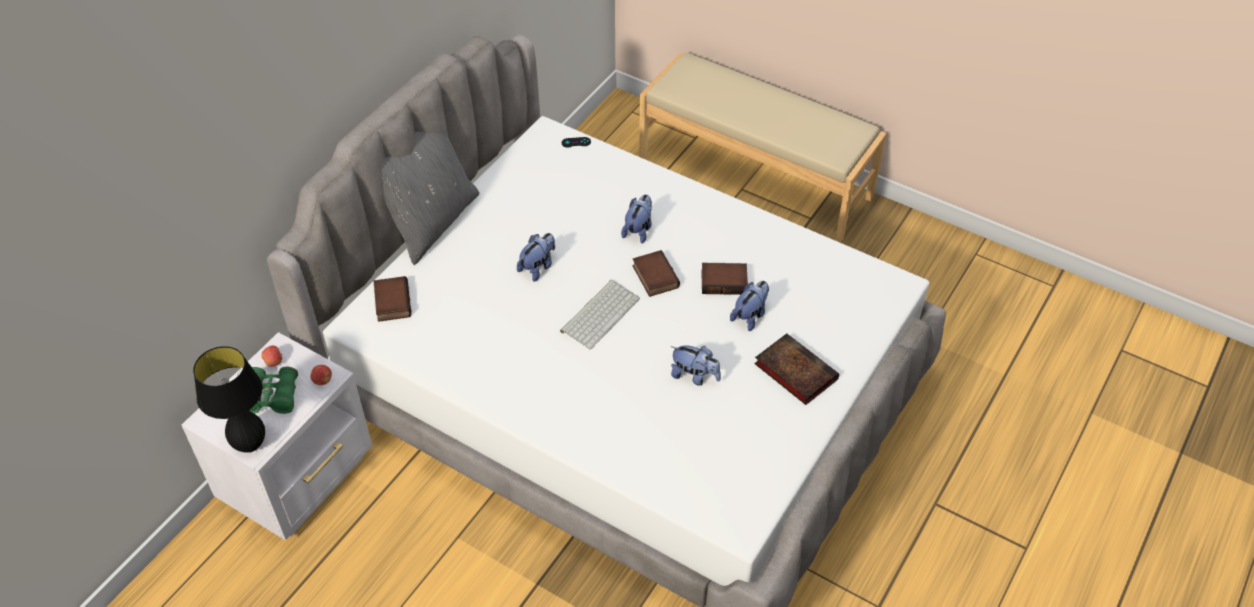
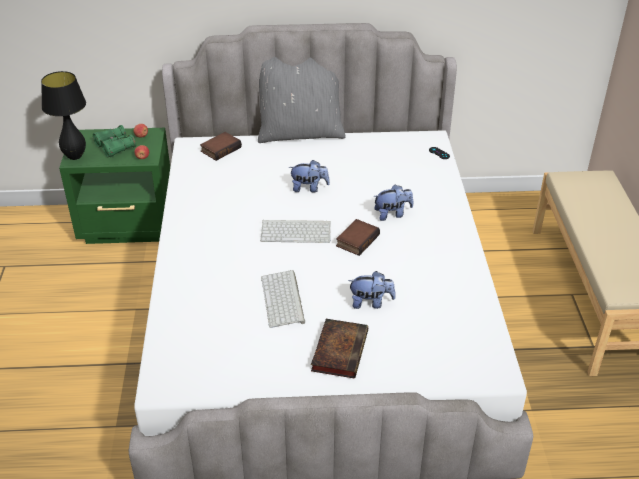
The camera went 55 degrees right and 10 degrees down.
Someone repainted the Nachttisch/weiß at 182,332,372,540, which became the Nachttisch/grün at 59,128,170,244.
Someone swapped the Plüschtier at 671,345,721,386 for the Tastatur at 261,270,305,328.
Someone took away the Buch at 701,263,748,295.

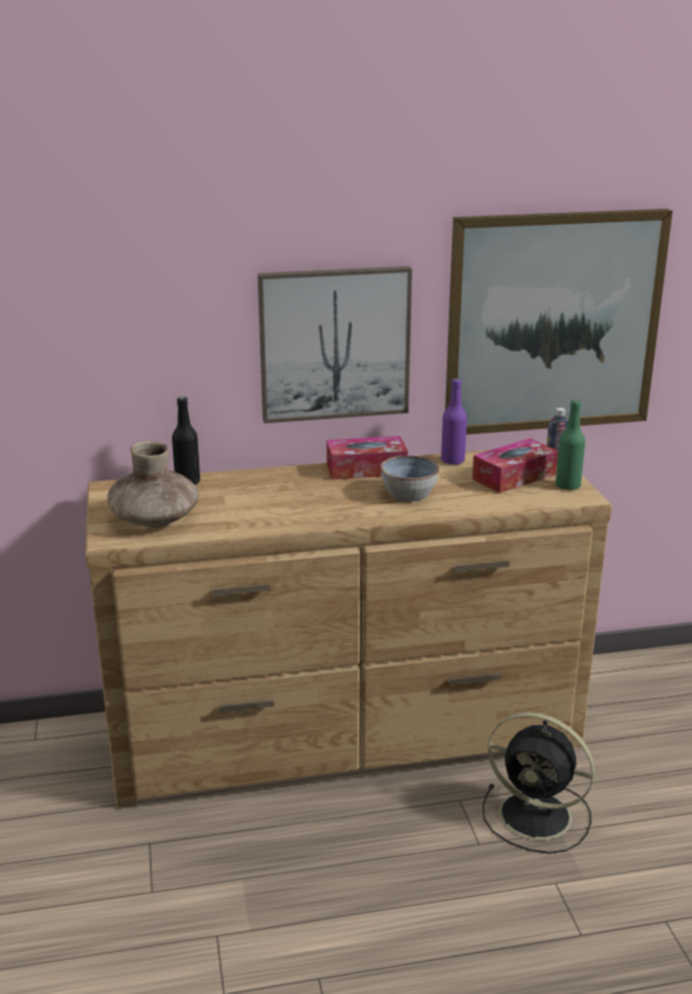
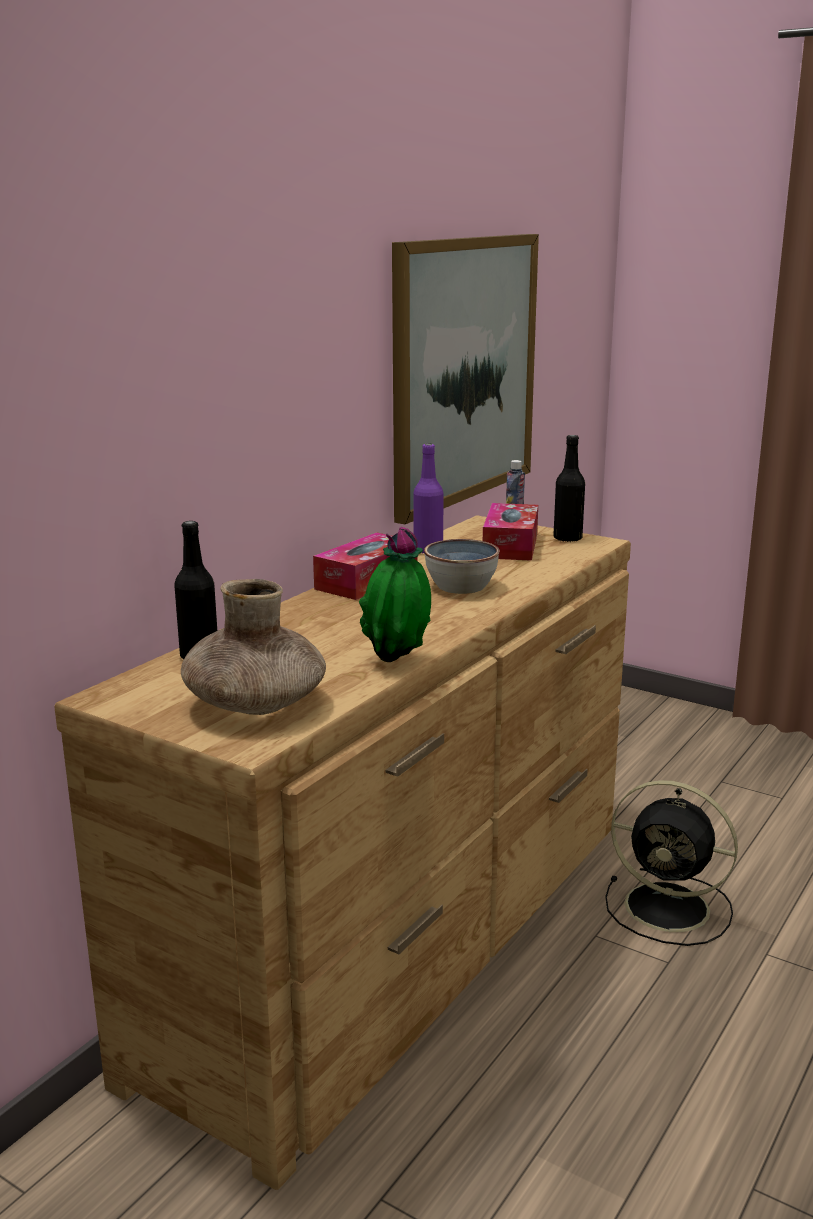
The camera went 45 degrees left and 5 degrees down.
Someone took away the Bild at 258,266,412,423.
Someone rotated the Ventilator/schwarz at 483,712,595,854 by 45 degrees clockwise.
Someone repainted the Flasche/grün at 556,400,585,491, which became the Flasche/schwarz at 553,435,585,542.
Someone put down the Topfpflanze at 359,527,431,662.

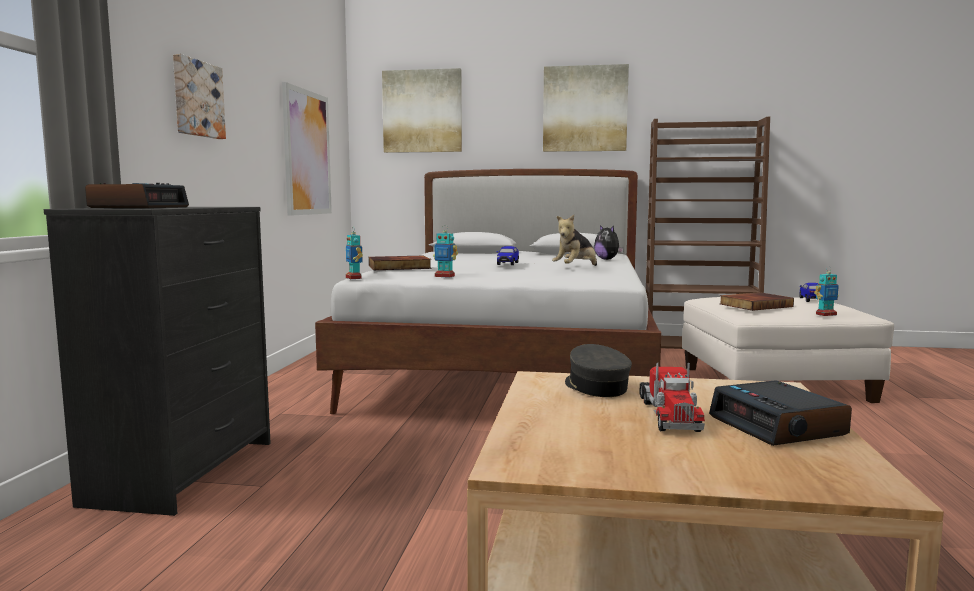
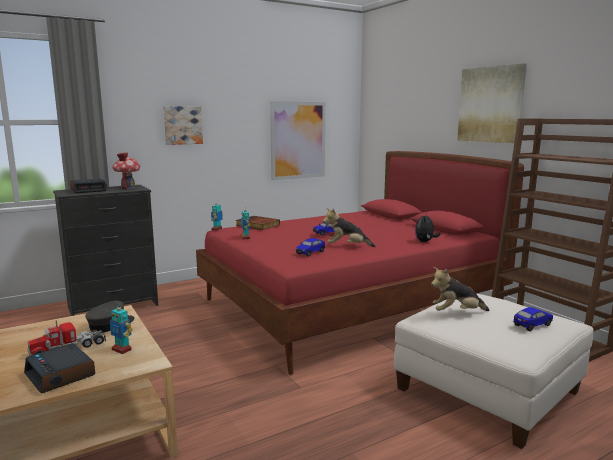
The camera went 50 degrees right and 5 degrees up.
Someone repainted the Bett/weiß at 315,169,661,414, which became the Bett/rot at 196,151,524,375.
Someone took away the Bild at 382,68,462,153.
Someone rotated the Wecker at 709,380,852,446 by 75 degrees counterclockwise.
Someone swapped the Buch at 719,292,794,311 for the Plüschtier at 431,267,490,311.
Someone carried the Spielzeugroboter from 814,267,839,316 to 110,306,133,354.
Someone put down the Spielzeughaus at 112,153,140,189.
Someone put down the Spielzeugauto at 296,238,325,257.

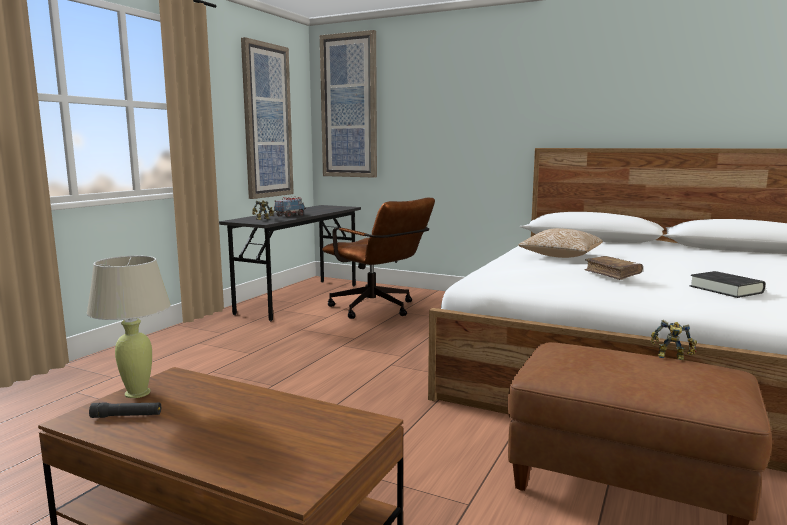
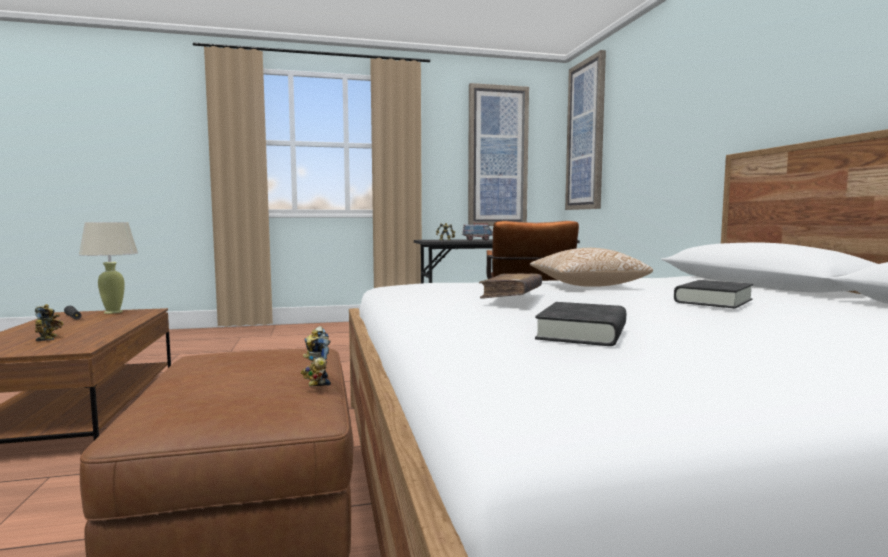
The camera went 50 degrees right and 5 degrees down.
Someone put down the Spielzeugroboter at 35,304,63,341.
Someone put down the Buch/schwarz at 674,280,753,309.

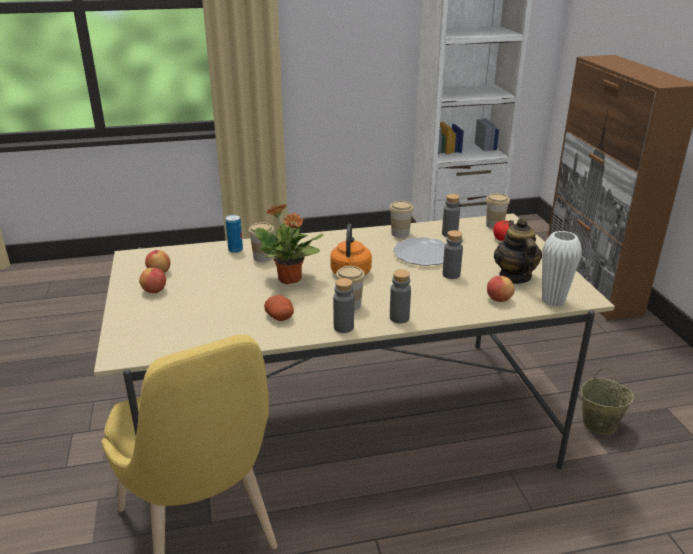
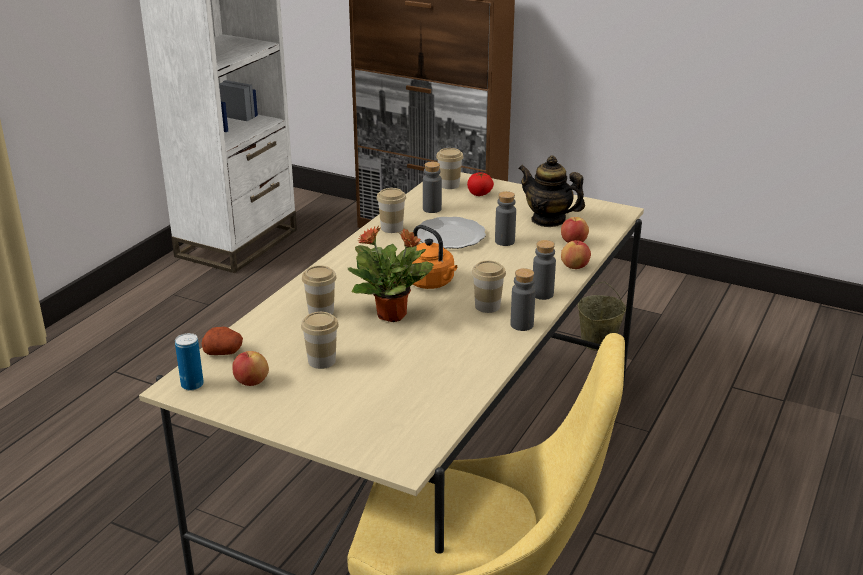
The camera went 50 degrees left and 0 degrees up.
Someone carried the Apfel from 139,268,166,293 to 561,240,591,269.
Someone carried the Dose from 225,215,243,253 to 175,333,204,391.
Someone carried the Kartoffel from 264,295,294,321 to 201,327,243,355.
Someone took away the Vase/weiß at 542,231,582,307.
Someone put down the Tasse at 301,312,339,369.

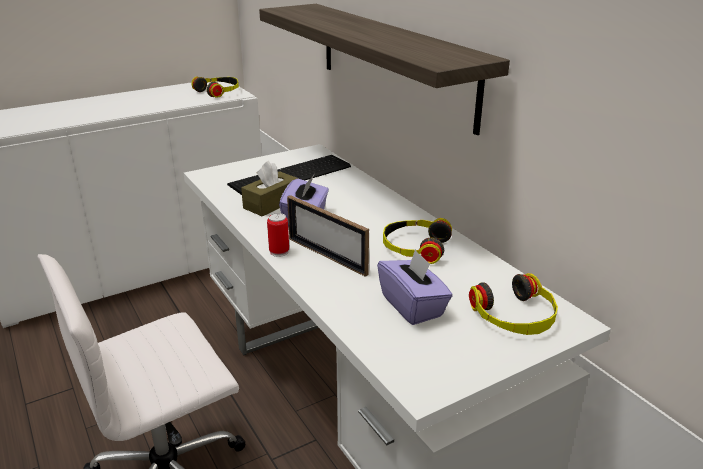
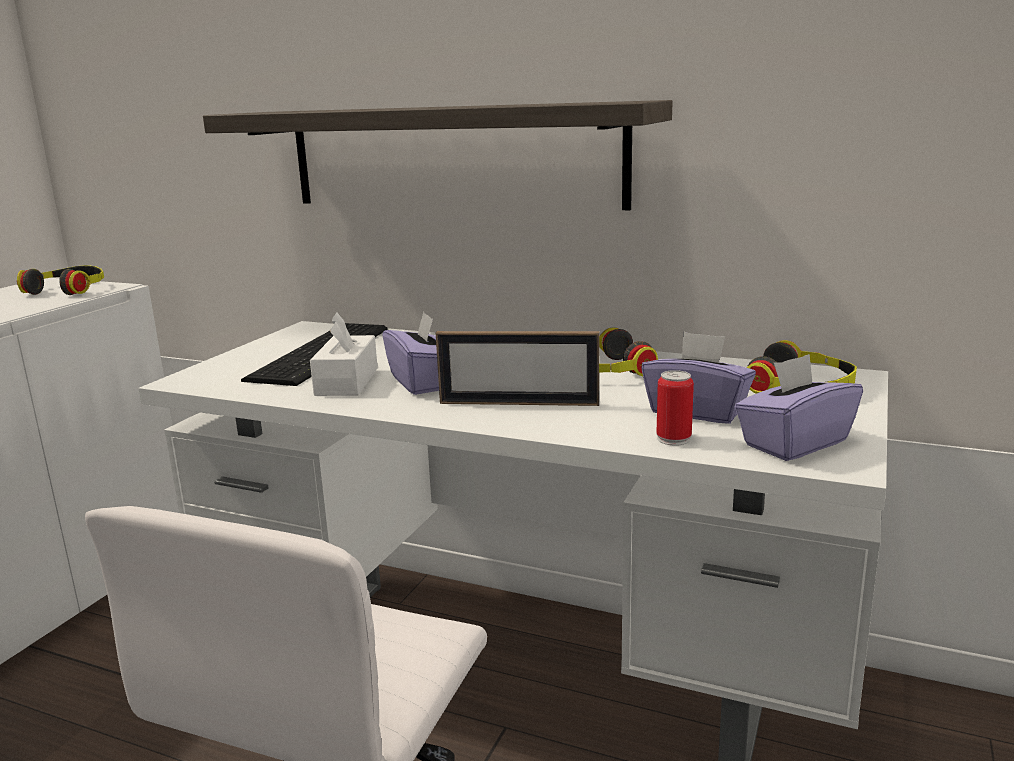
The camera went 35 degrees left and 10 degrees down.
Someone repainted the Taschentuchbox/braun at 241,161,299,216, which became the Taschentuchbox/weiß at 310,312,378,396.
Someone carried the Dose from 267,213,289,257 to 656,370,694,446.
Someone put down the Taschentuchbox/lila at 735,354,863,461.

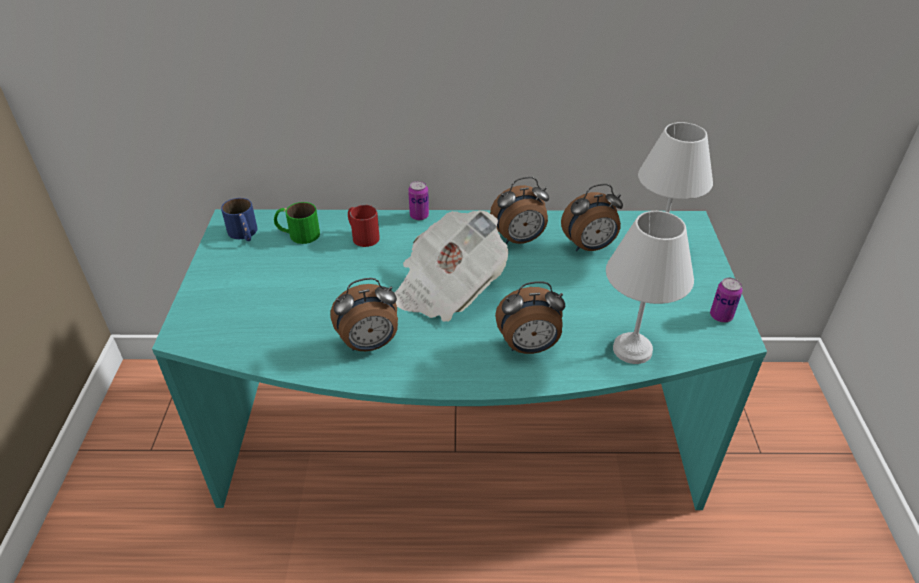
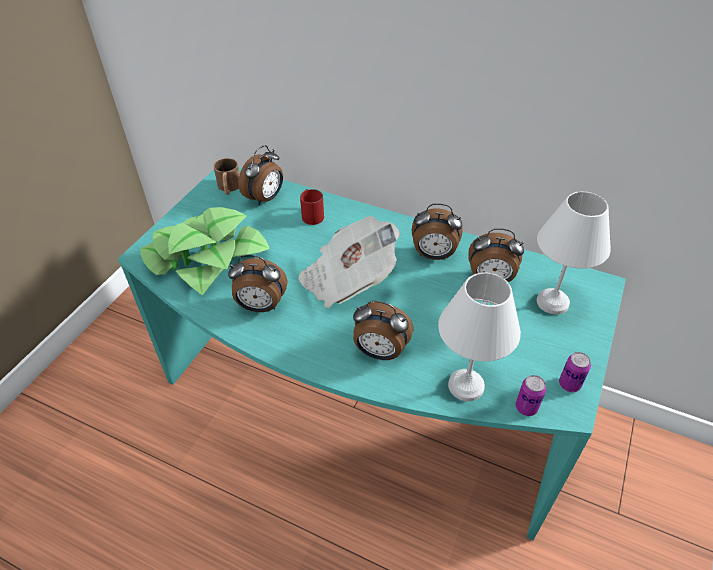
The camera went 25 degrees right and 5 degrees up.
Someone repainted the Henkelbecher/blau at 221,198,257,241, which became the Henkelbecher/braun at 213,158,240,195.
Someone swapped the Henkelbecher/grün at 274,202,320,244 for the Wecker at 238,145,283,205.
Someone carried the Dose from 408,181,429,220 to 516,375,546,416.
Someone put down the Topfpflanze at 141,207,270,295.

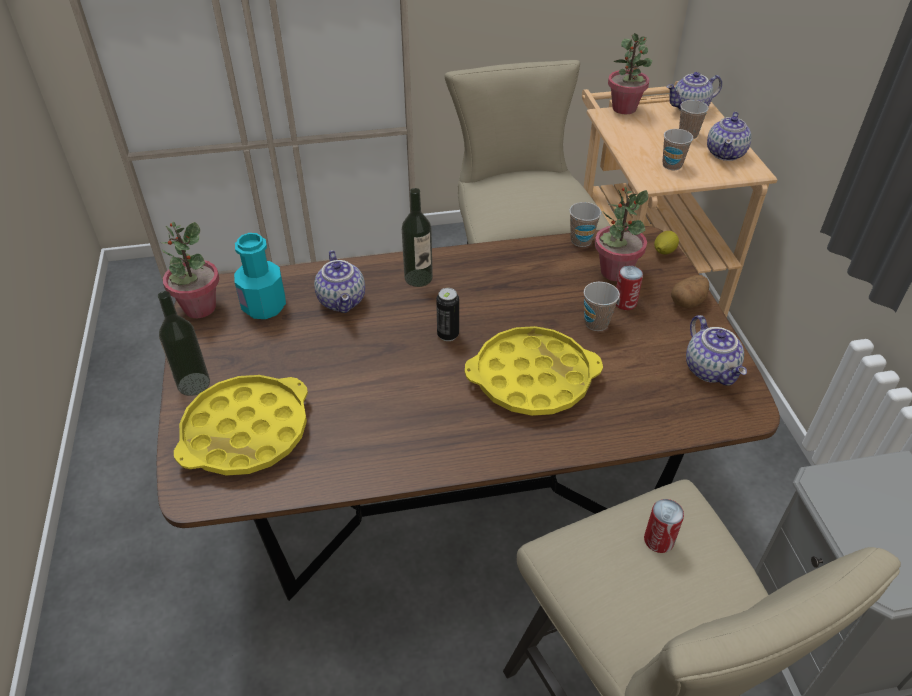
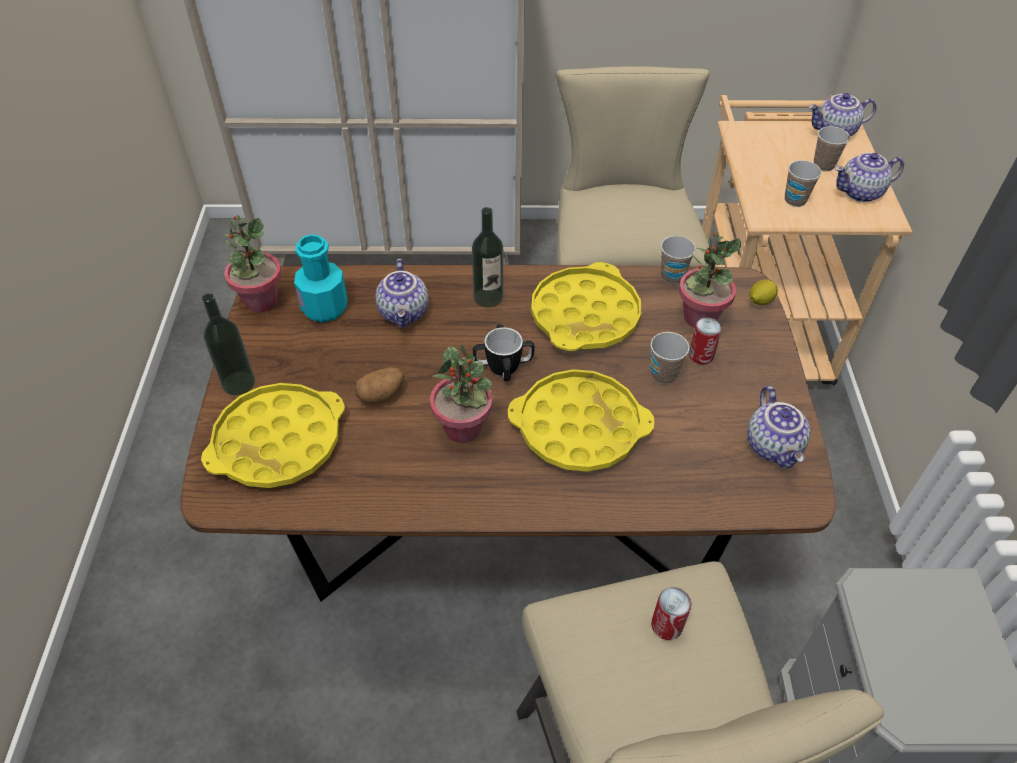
The camera went 10 degrees right and 5 degrees up.
Someone swapped the Dose at 436,288,459,341 for the Henkelbecher at 473,324,534,381.
Someone carried the Topfpflanze from 608,33,652,114 to 430,344,493,443.
Someone carried the Kartoffel from 671,275,709,308 to 355,367,404,404.
Someone rotated the Teekanne at 707,112,751,161 by 45 degrees clockwise.
Someone put down the Tablett/gelb at 531,262,641,351.

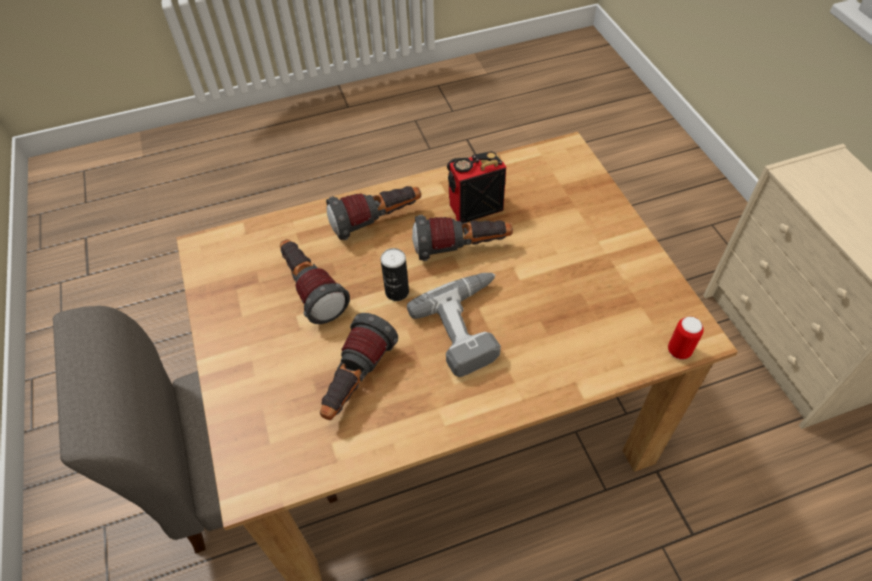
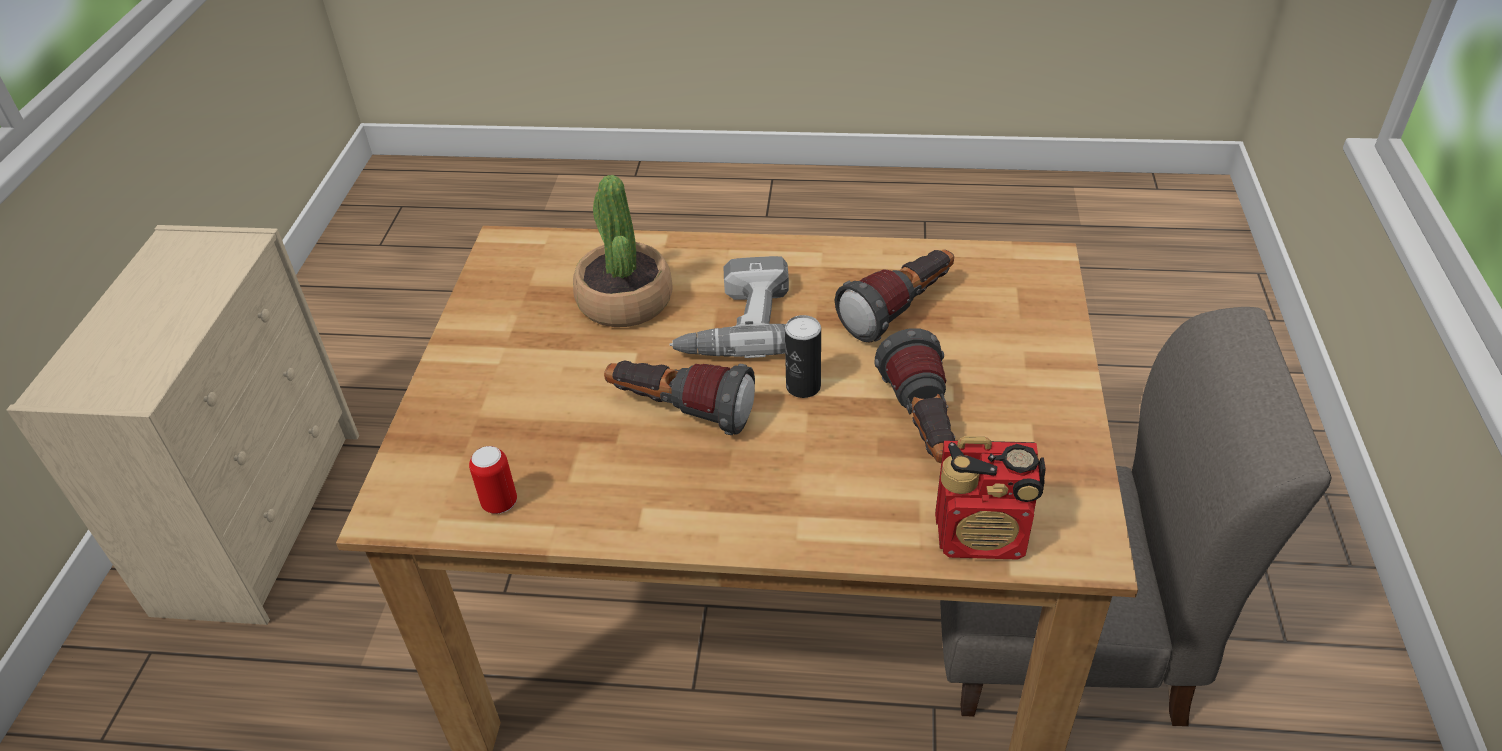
The camera went 155 degrees left and 10 degrees down.
Someone took away the Taschenlampe at 326,186,421,240.
Someone carried the Radio from 447,151,506,223 to 935,436,1046,560.
Someone carried the Dose from 668,317,704,360 to 469,446,517,514.
Someone put down the Topfpflanze at 573,175,673,327.

